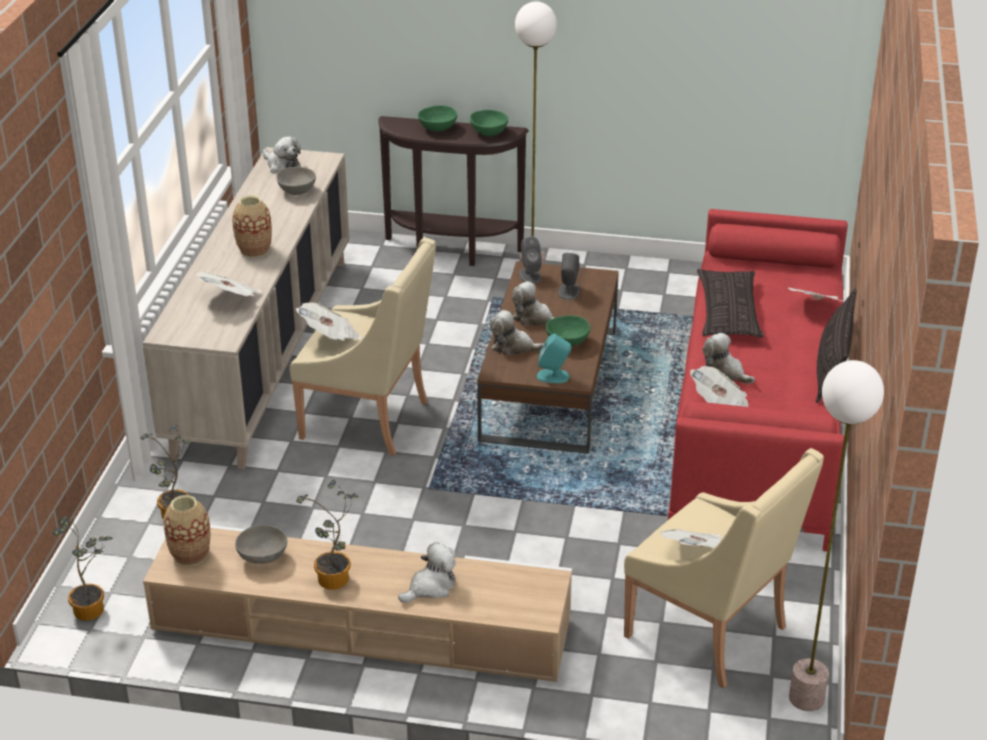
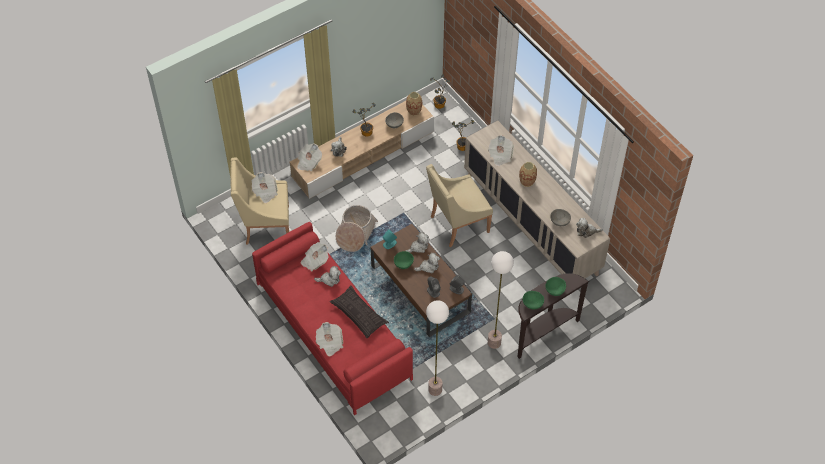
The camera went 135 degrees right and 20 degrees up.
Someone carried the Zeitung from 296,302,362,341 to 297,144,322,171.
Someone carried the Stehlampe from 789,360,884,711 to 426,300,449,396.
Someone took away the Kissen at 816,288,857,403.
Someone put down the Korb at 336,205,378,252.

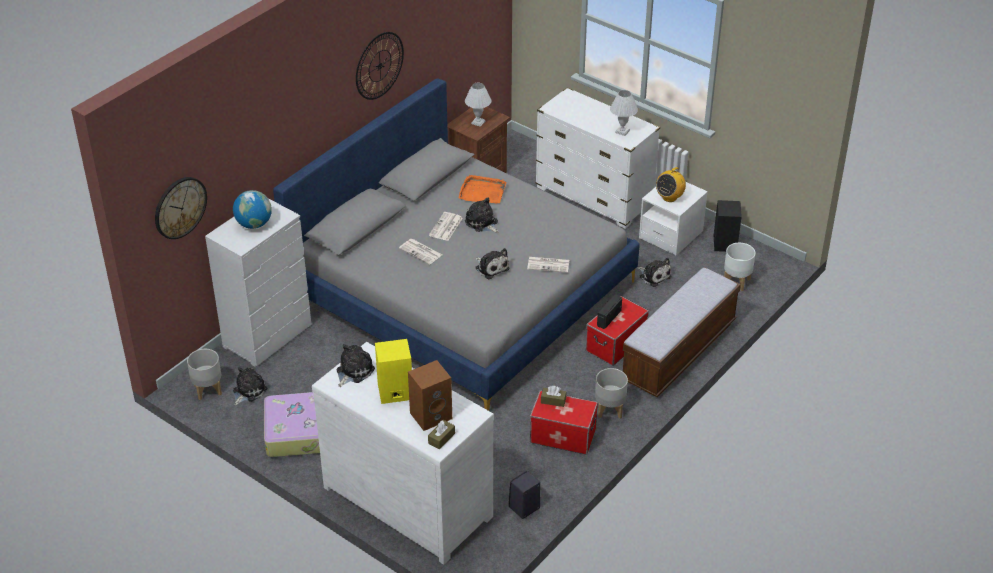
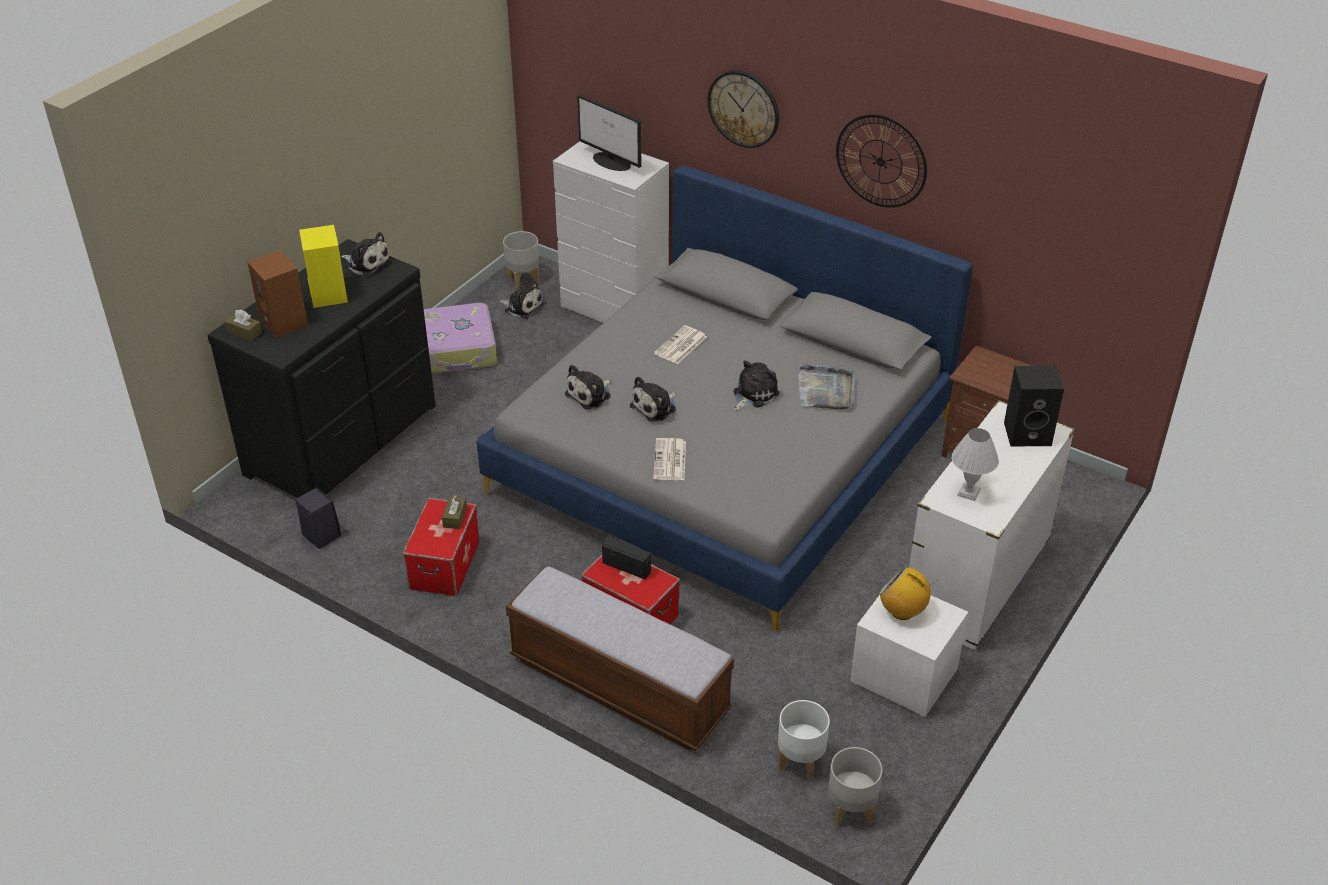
The camera went 85 degrees right and 0 degrees up.
Someone carried the Wanduhr from 155,177,207,239 to 708,70,779,148.
Someone swapped the Globus at 233,190,272,229 for the Monitor at 577,95,641,171.
Someone repainted the Kommode/weiß at 312,342,494,565, which became the Kommode/schwarz at 207,239,436,498.
Someone took away the Zeitung at 429,212,463,241.
Someone repainted the Tablett/orange at 459,175,506,203, which became the Tablett/grau at 798,364,856,409.
Someone took away the Tischlampe/weiß at 465,83,491,127.
Someone carried the Pflanzkübel/grau from 595,368,628,419 to 828,747,883,827.
Someone carried the Plüschtier from 637,258,672,287 to 565,365,611,409.
Someone carried the Lautsprecher/schwarz from 714,200,742,252 to 1004,366,1064,446.

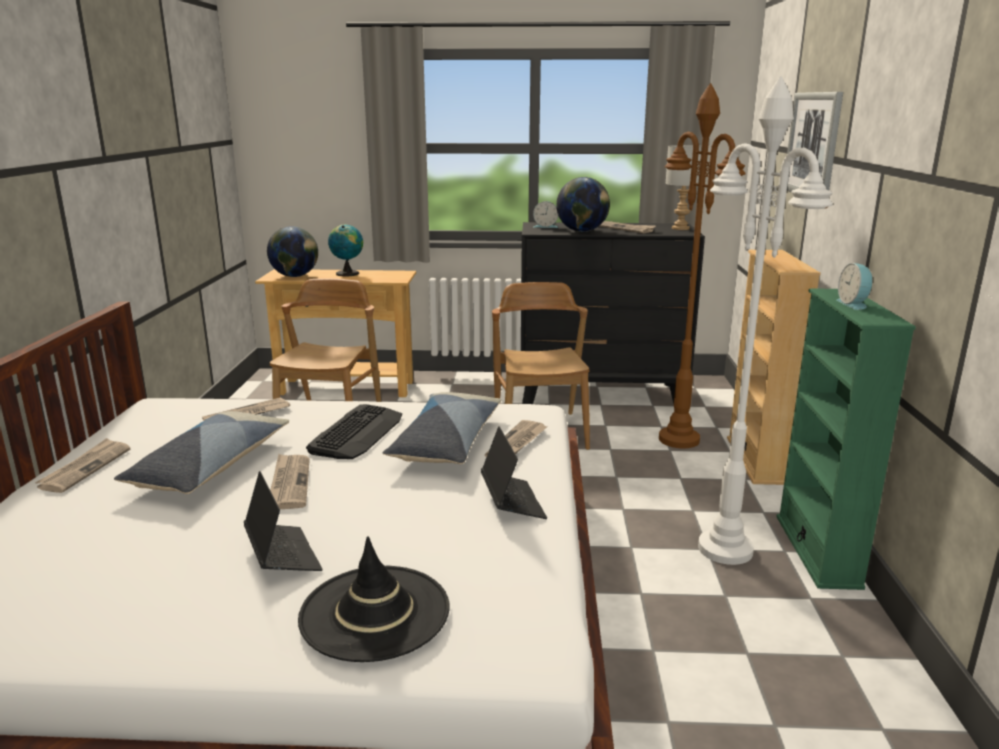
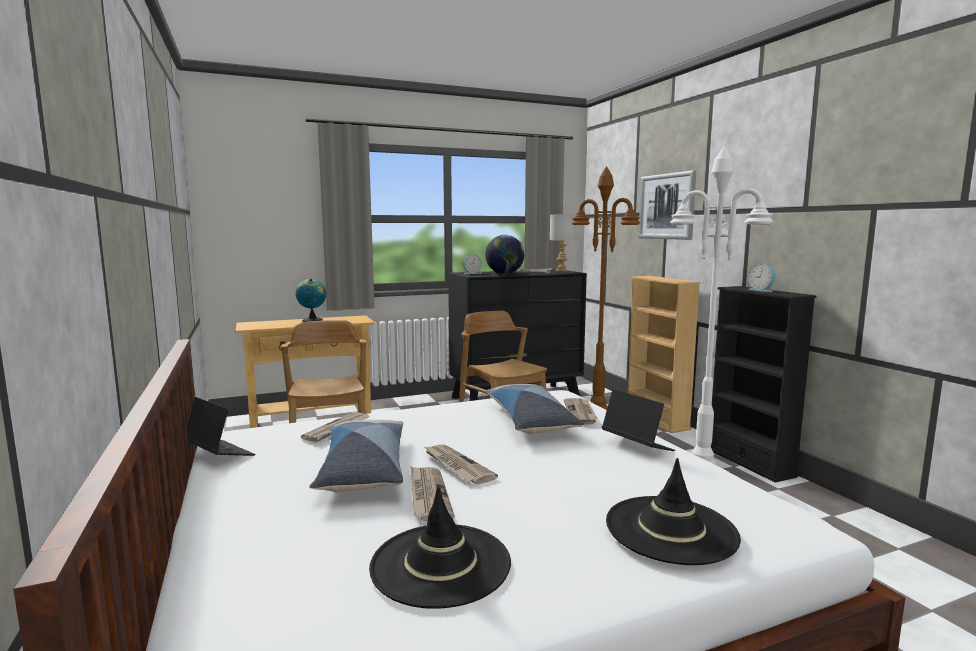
The camera went 25 degrees left and 10 degrees down.
Someone carried the Zeitung from 35,438,130,493 to 410,466,455,522.
Someone carried the Laptop from 244,471,322,571 to 187,397,255,456.
Someone took away the Globus at 267,226,318,277.
Someone took away the Tastatur at 306,404,402,459.
Someone repainted the Bücherregal/grün at 776,288,916,590, which became the Bücherregal/schwarz at 711,286,816,483.
Someone put down the Hut/schwarz at 369,486,511,609.

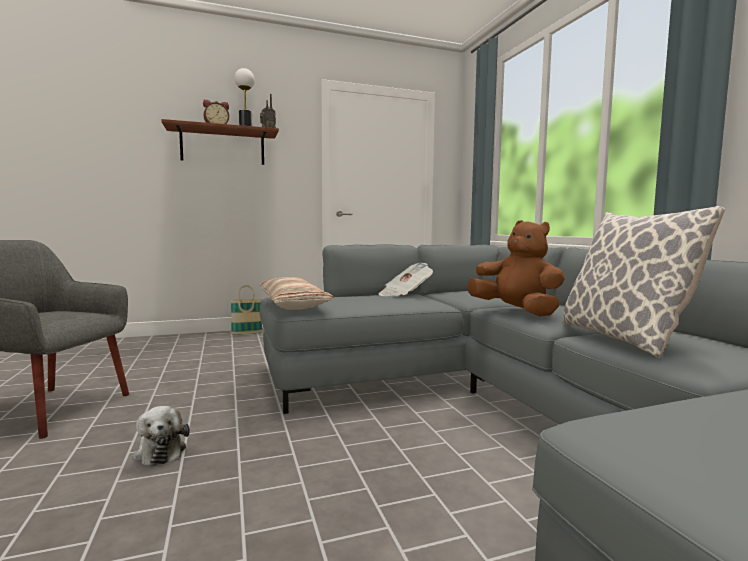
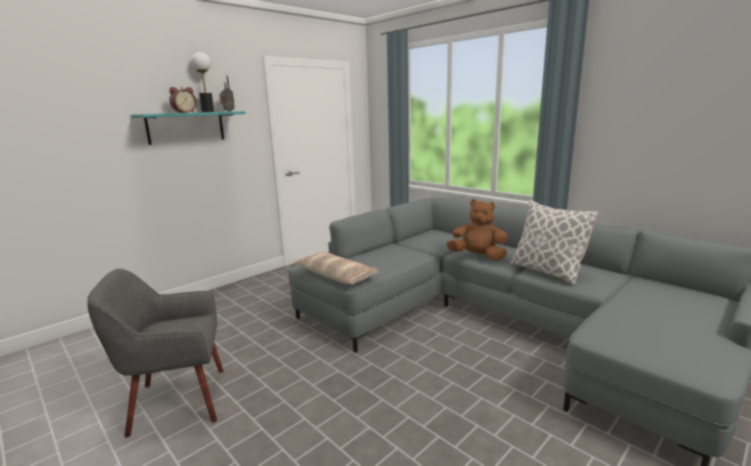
The camera went 25 degrees left and 10 degrees up.
Someone took away the Plüschtier at 133,406,190,466.
Someone repainted the Wandregal/braun at 161,119,279,165, which became the Wandregal/türkis at 131,111,246,145.
Someone took away the Korb at 230,285,263,335.
Someone took away the Zeitung at 378,263,433,296.

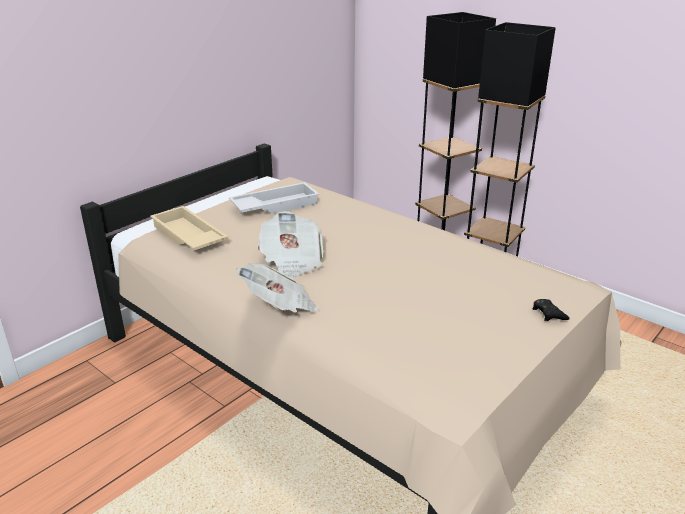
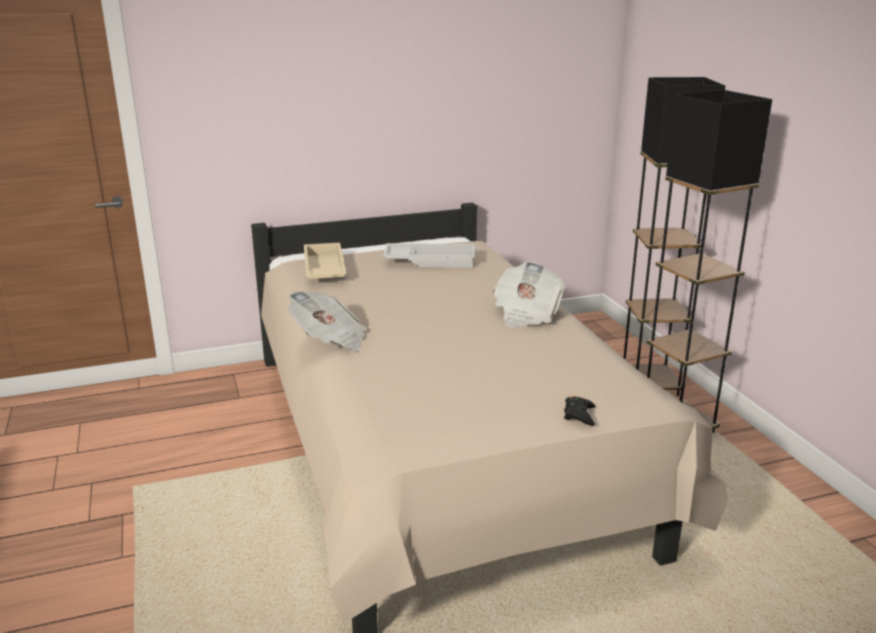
The camera went 30 degrees right and 5 degrees down.
Someone carried the Zeitung from 258,211,323,279 to 493,261,565,327.

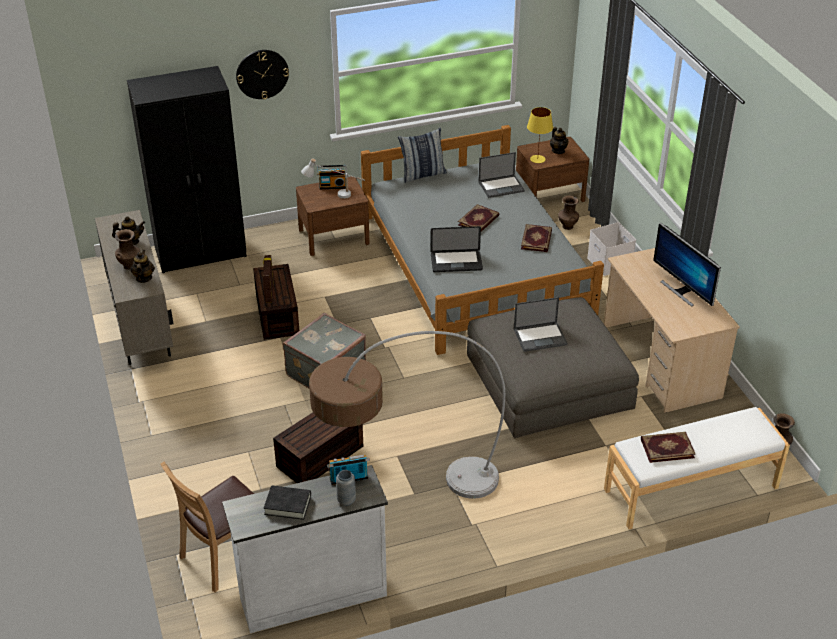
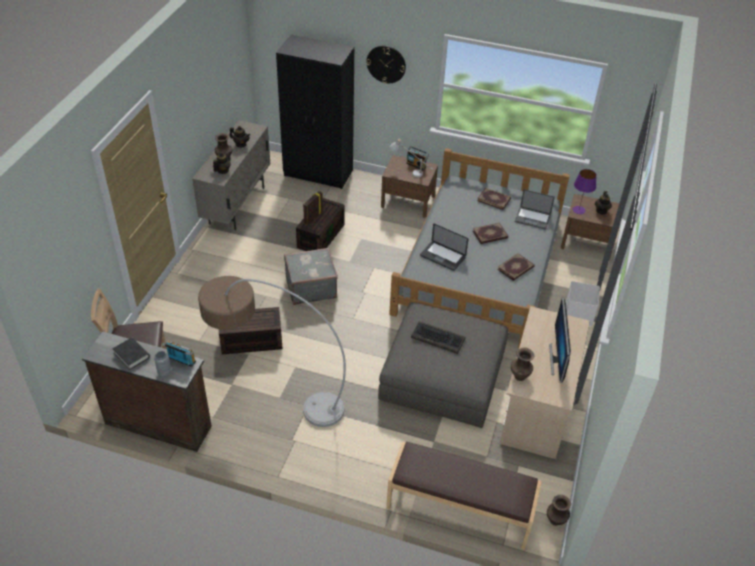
The camera went 35 degrees right and 5 degrees up.
Someone repainted the Kommode/weiß at 222,465,388,633, which became the Kommode/braun at 82,331,212,452.
Someone took away the Kissen at 398,128,447,183.
Someone swapped the Laptop at 514,297,568,352 for the Tastatur at 411,321,465,354.
Someone repainted the Tischlampe/gelb at 527,107,553,163, which became the Tischlampe/lila at 573,169,597,214.
Someone carried the Vase/braun from 558,196,579,230 to 511,347,534,381.
Someone repainted the Bank/weiß at 604,407,790,529, which became the Bank/braun at 386,441,542,550.
Someone carried the Buch from 641,432,695,463 to 477,188,511,210.

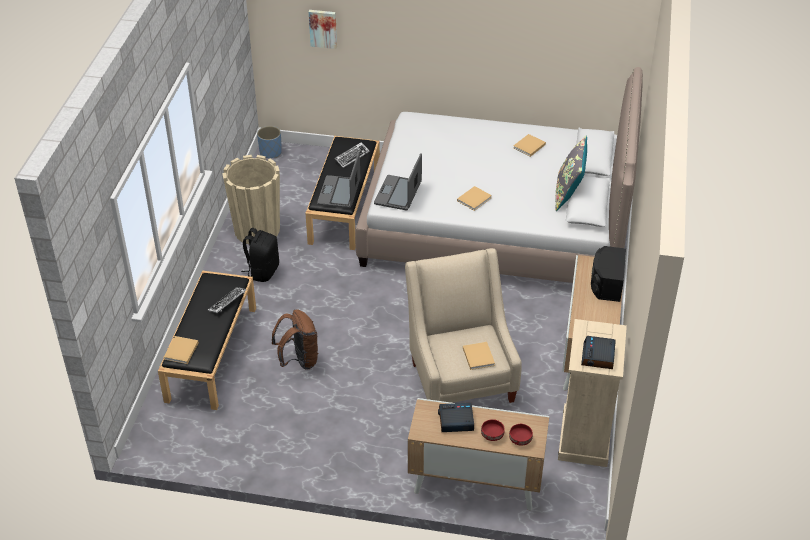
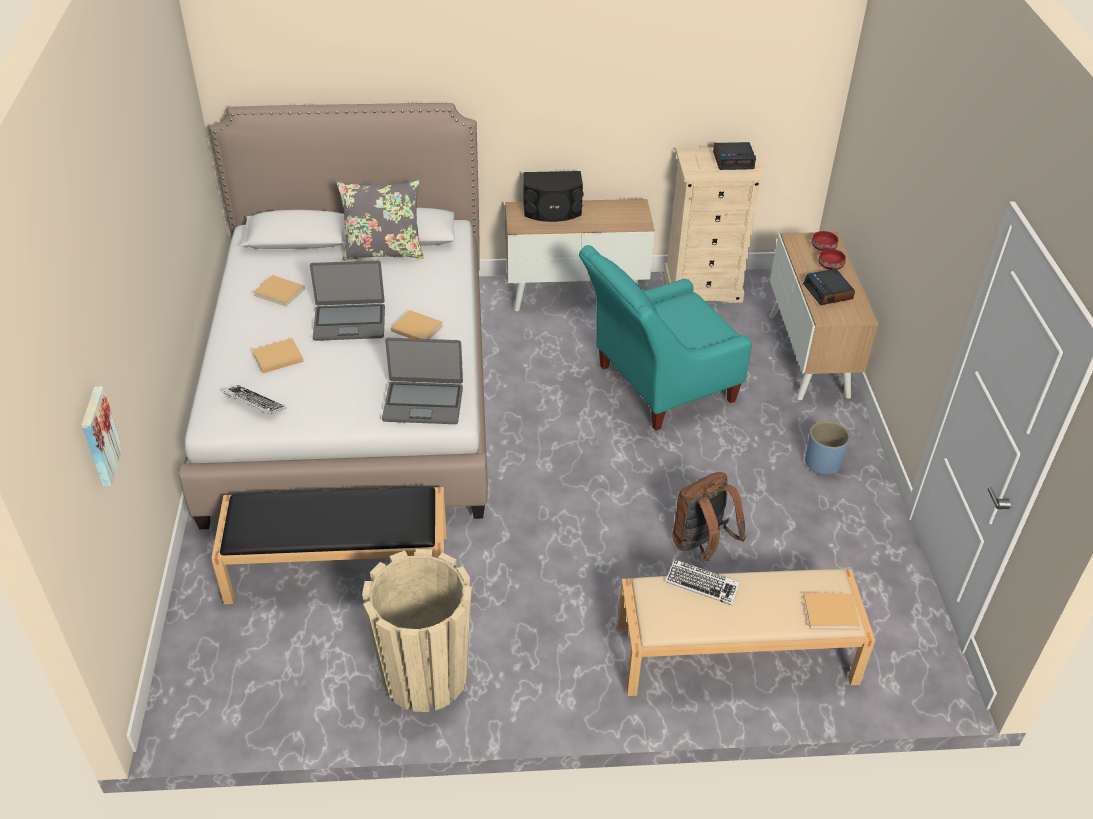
The camera went 105 degrees left and 0 degrees up.
Someone repainted the Bank/schwarz at 158,271,256,410, which became the Bank/beige at 617,569,875,696.
Someone took away the Rucksack/schwarz at 241,228,279,282.
Someone carried the Pflanzkübel/blau from 257,126,282,158 to 805,421,850,475.
Someone carried the Laptop from 317,152,360,208 to 310,261,385,341.
Someone carried the Tastatur from 334,142,370,168 to 222,385,286,415.
Someone repainted the Sessel/beige at 405,248,522,403, which became the Sessel/türkis at 579,245,752,431.
Someone carried the Buch/beige from 463,342,495,370 to 252,338,304,373.

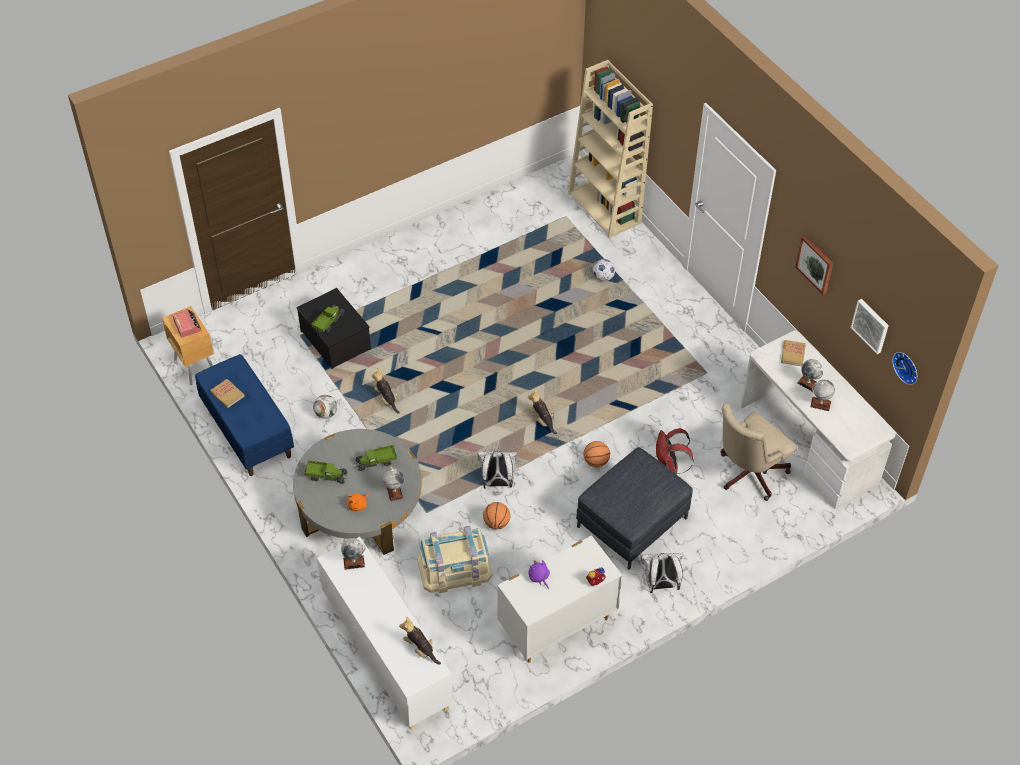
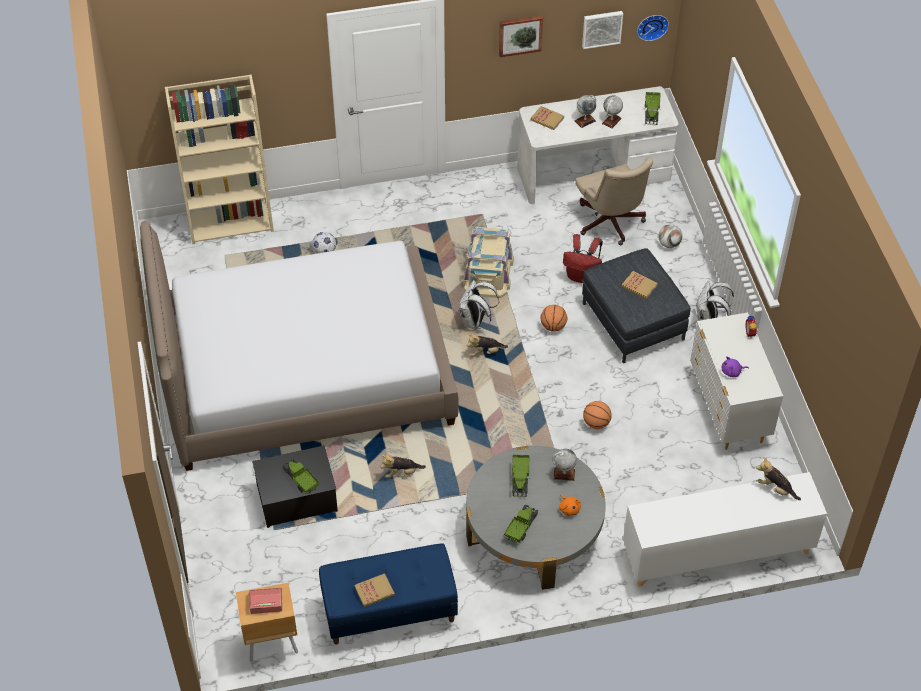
The camera went 70 degrees left and 0 degrees up.
Someone carried the Fußball from 313,395,337,419 to 658,224,682,248.
Someone took away the Globus at 341,538,366,570.
Someone rotated the Plüschtier at 399,617,441,665 by 60 degrees clockwise.
Someone carried the Aufbewahrungsbox/beige from 418,525,492,593 to 463,227,514,298.
Someone carried the Rucksack/weiß from 477,451,517,489 to 459,280,499,330.
Someone put down the Bett at 140,221,459,471.
Someone put down the Buch at 621,271,658,299.
Someone put down the Spielzeuglaster at 645,92,661,125.

